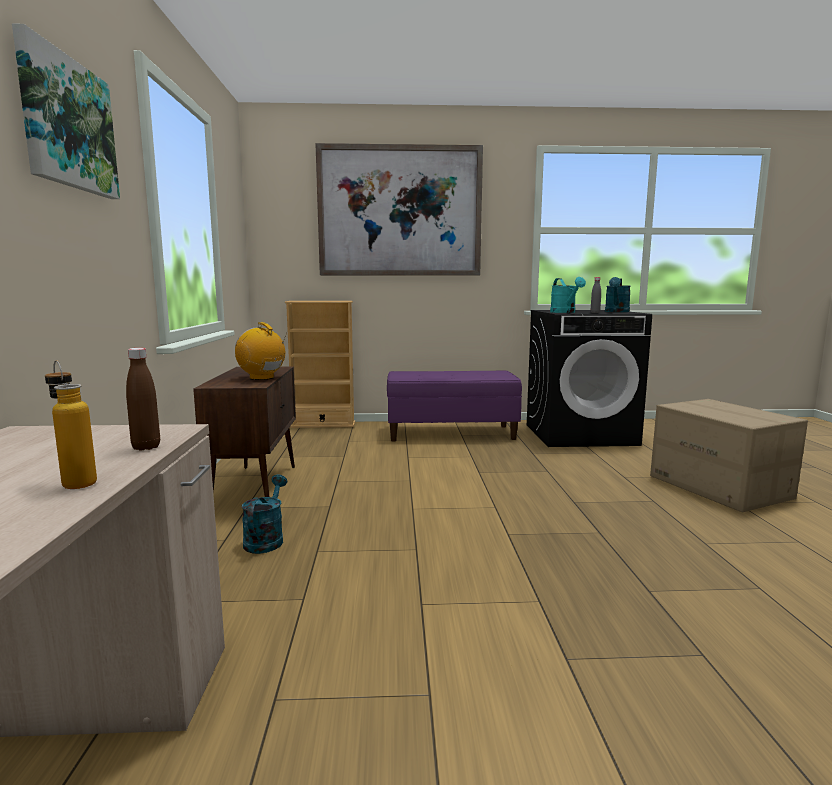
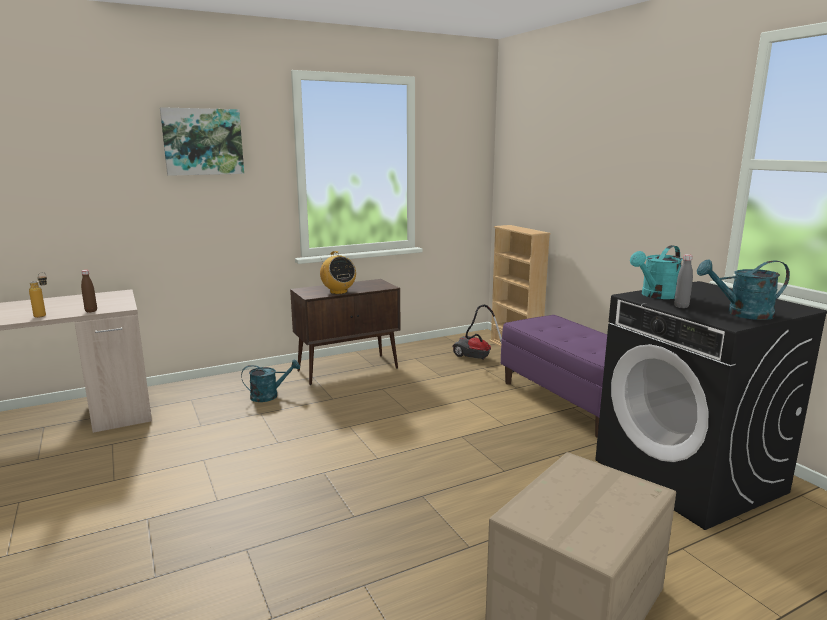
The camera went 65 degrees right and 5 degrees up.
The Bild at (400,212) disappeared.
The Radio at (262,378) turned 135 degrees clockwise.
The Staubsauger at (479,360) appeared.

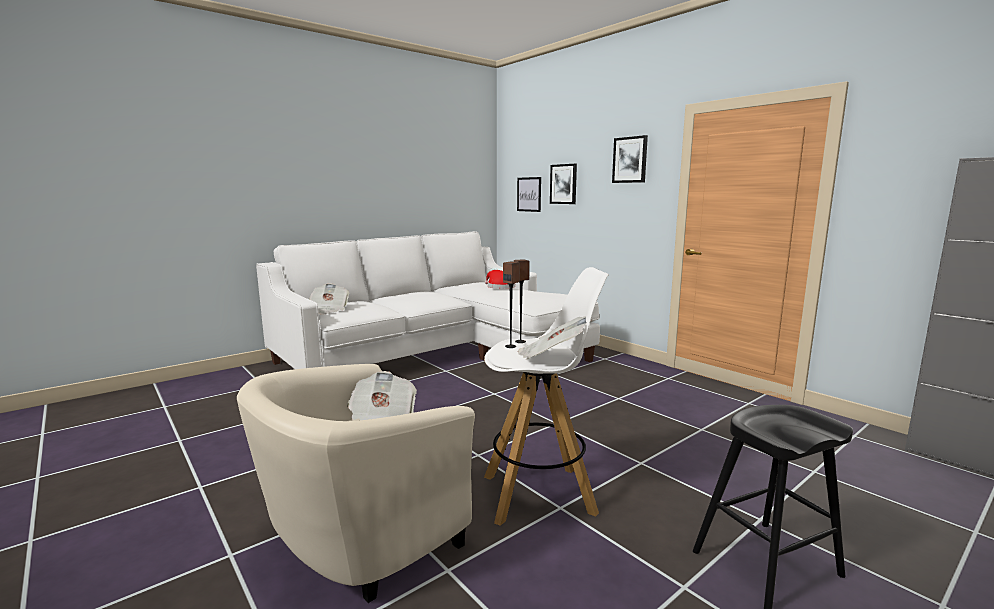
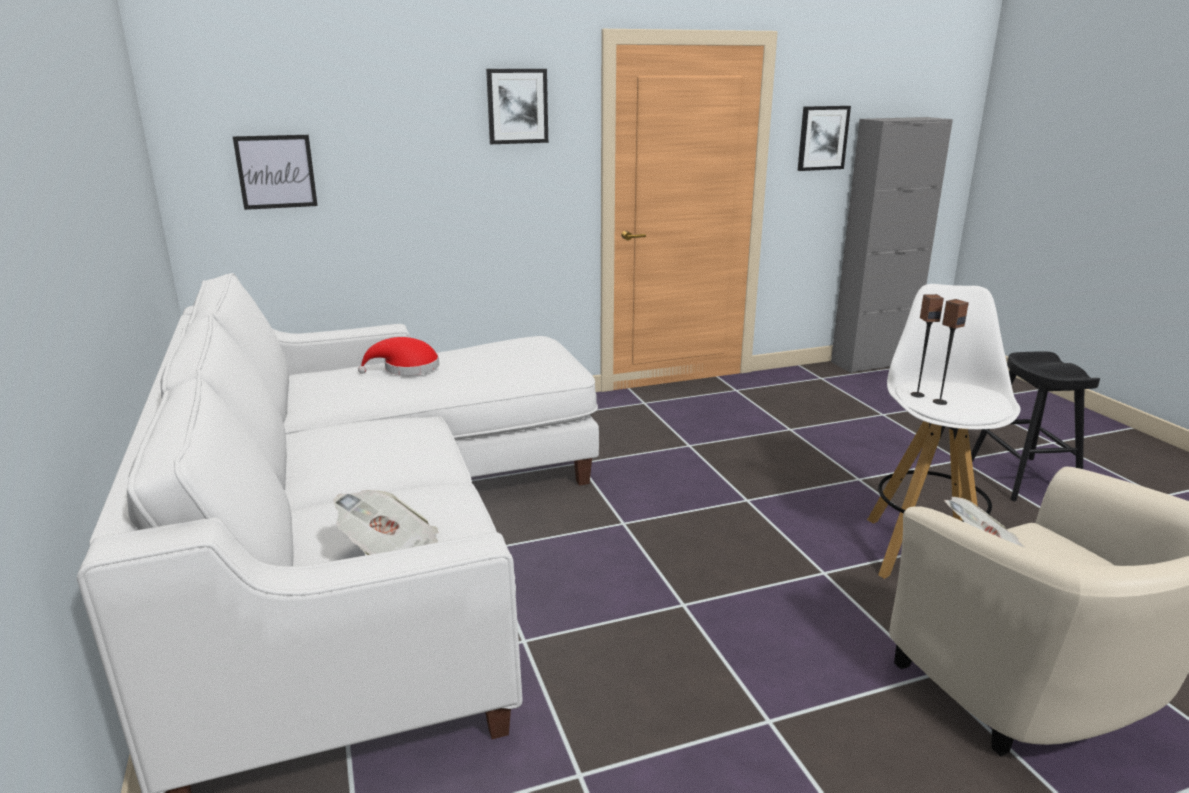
The camera went 70 degrees left and 10 degrees up.
The Bild moved from (563,184) to (822,138).
The Zeitung at (551,356) disappeared.

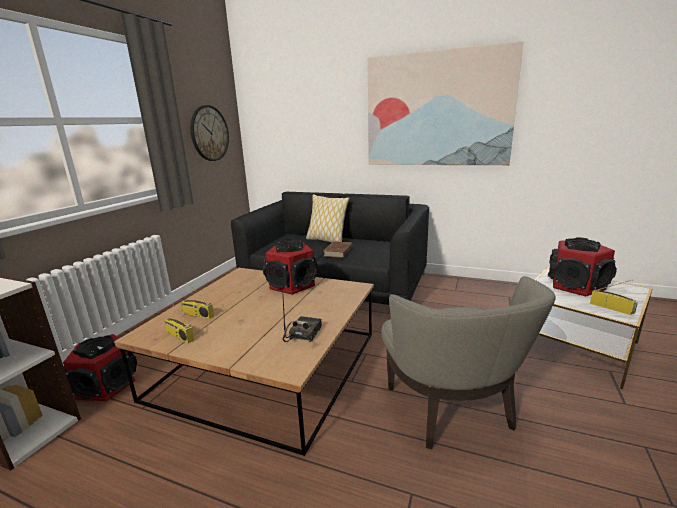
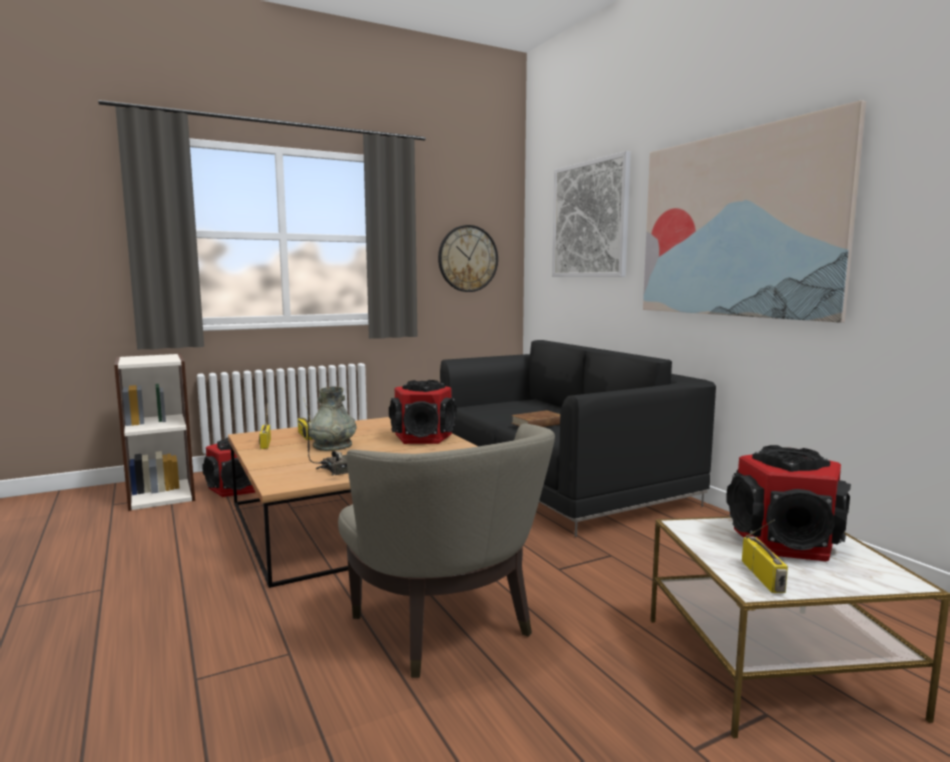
The camera went 40 degrees right and 10 degrees down.
The Kissen at (327,240) disappeared.
The Sessel [beige] at (452,410) turned 60 degrees counterclockwise.
The Bild at (589,220) appeared.
The Vase [grau] at (332,445) appeared.

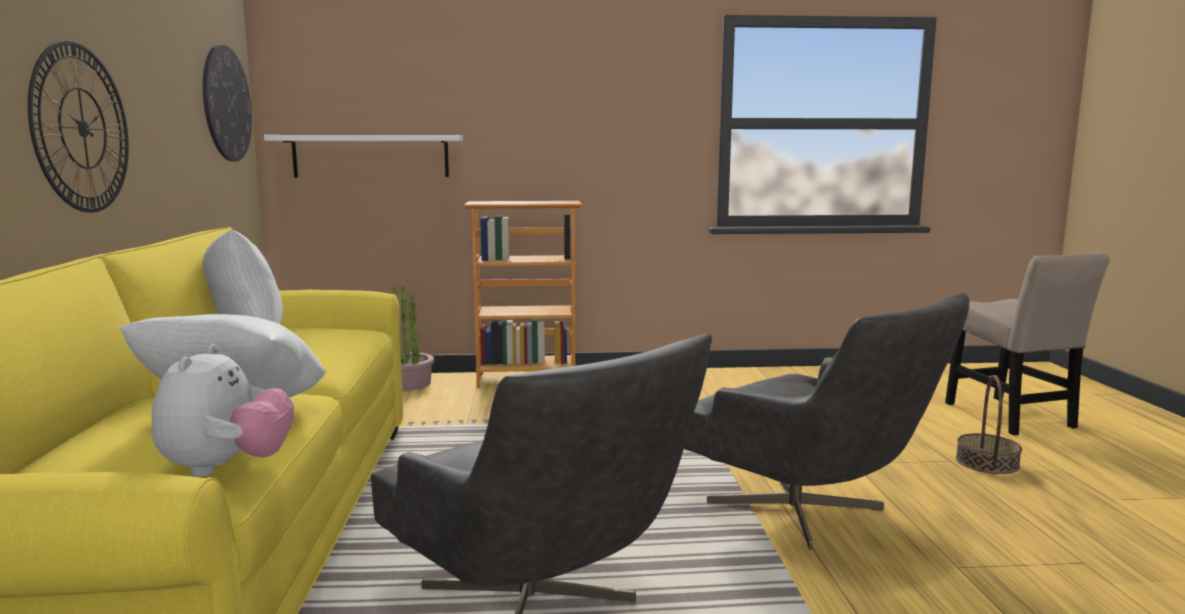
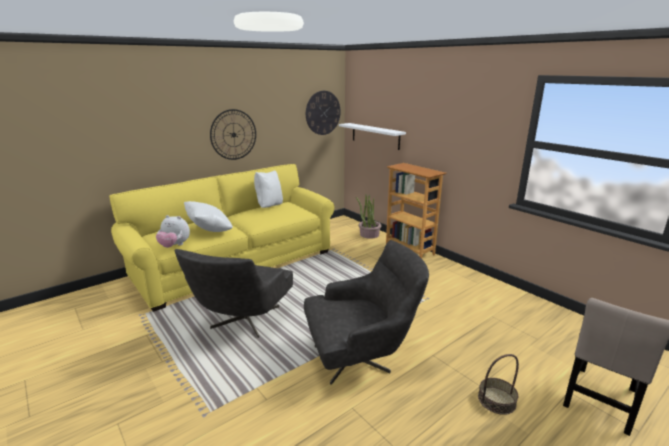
The camera went 55 degrees right and 10 degrees up.
The Sessel [grau] at (812,514) turned 120 degrees counterclockwise.
The Plüschtier at (227,468) turned 45 degrees clockwise.

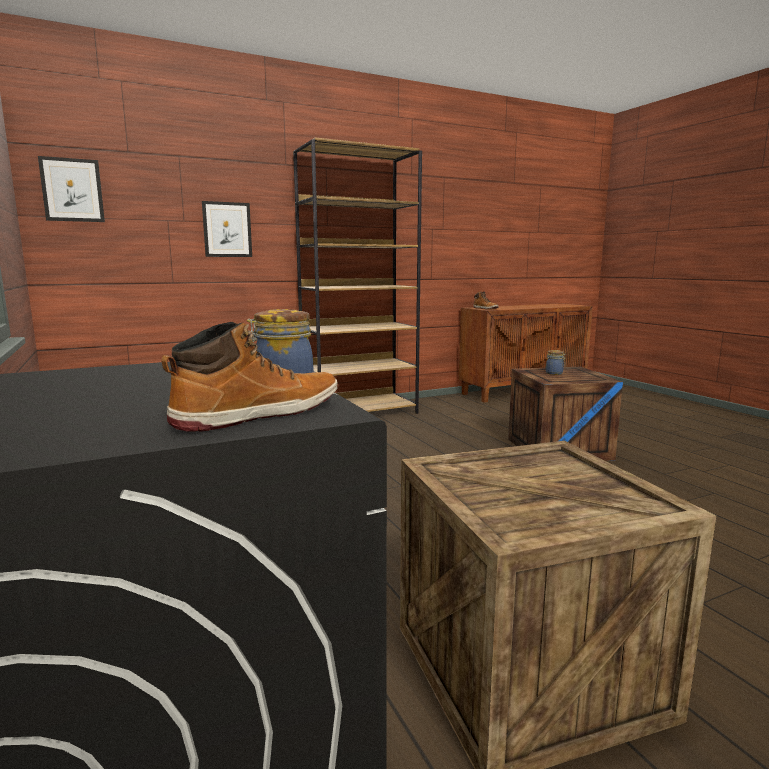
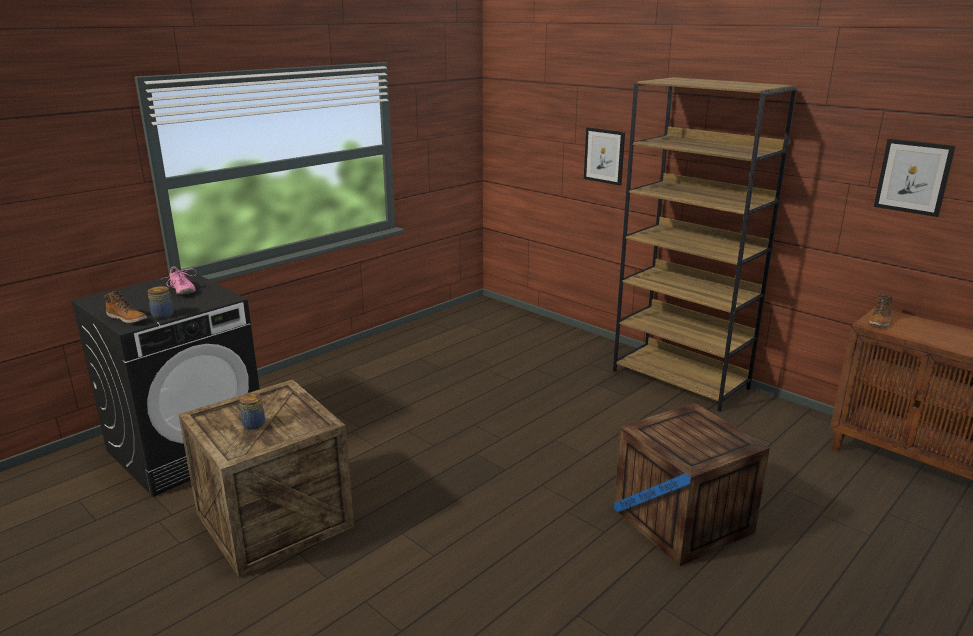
The camera went 70 degrees right and 10 degrees up.
The Bild moved from (72,190) to (913,177).
The Vorratsglas moved from (555,373) to (253,425).
The Schuh [rosa] at (182,290) appeared.

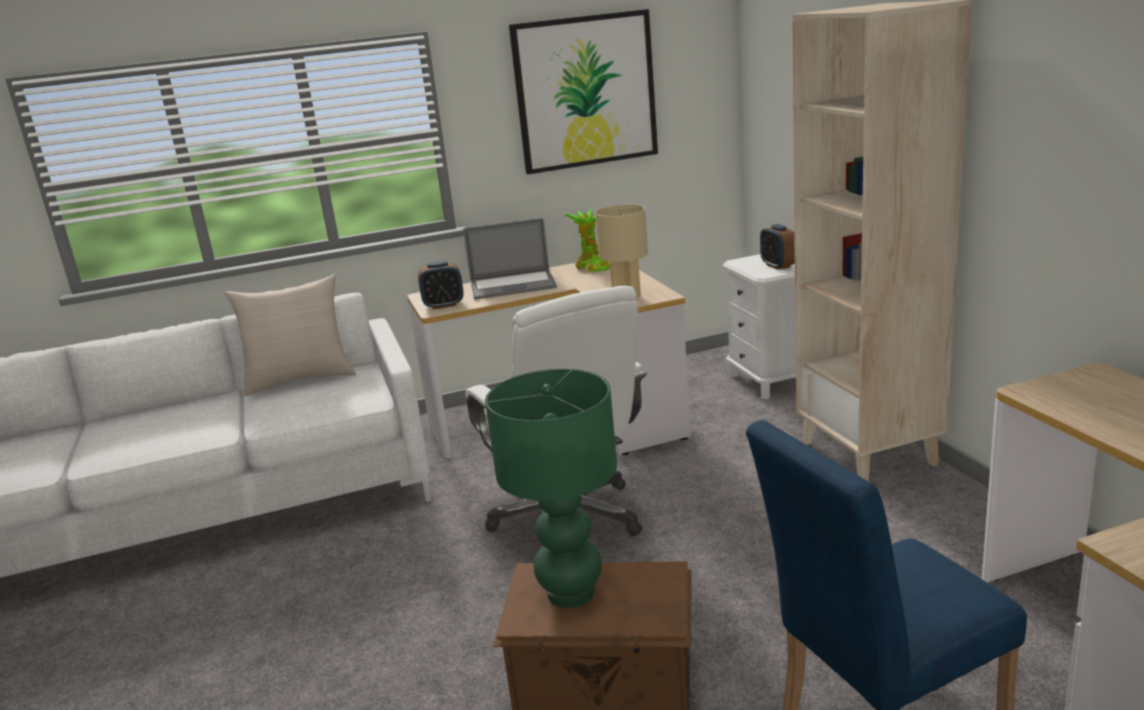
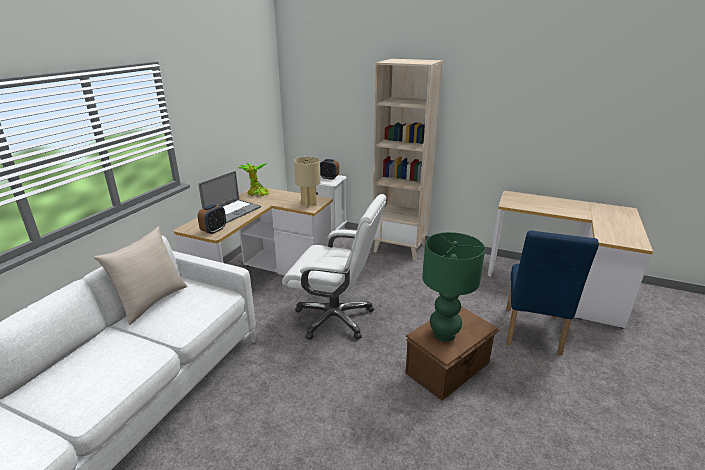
The camera went 50 degrees left and 5 degrees up.
The Bild at (585,91) disappeared.

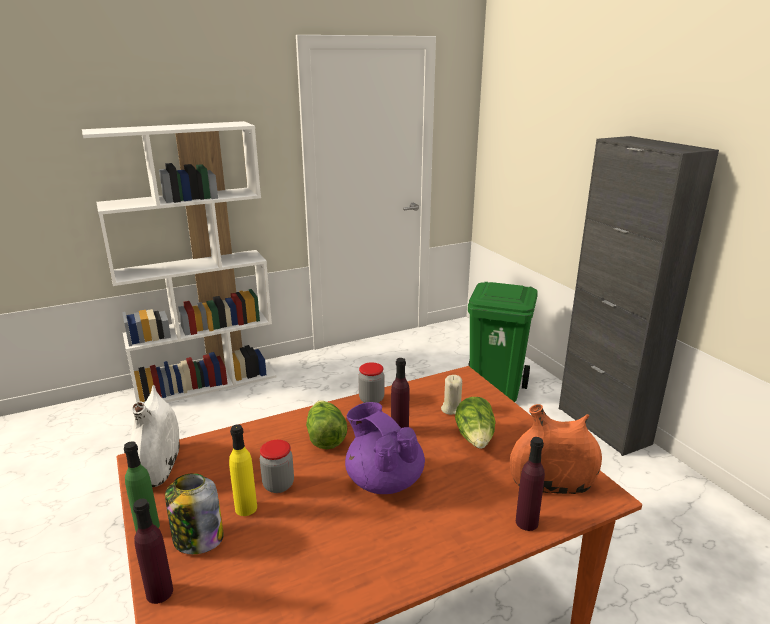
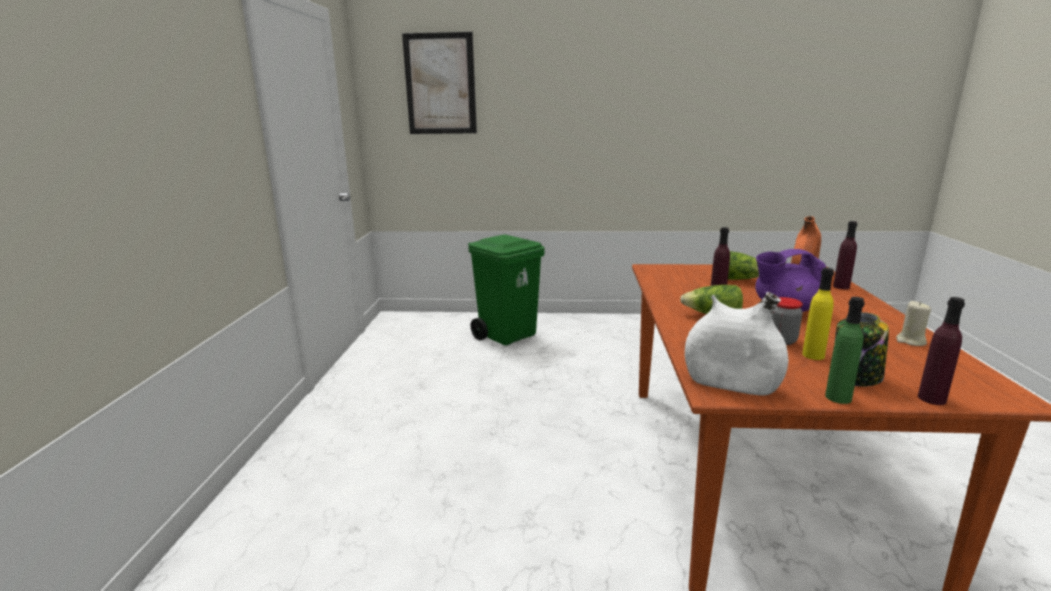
The camera went 60 degrees left and 5 degrees down.
The Bücherregal [weiß] at (207,383) disappeared.
The Schrank [schwarz] at (603,426) disappeared.
The Vorratsglas at (371,399) disappeared.
The Kerze [beige] moved from (451,409) to (910,341).
The Bild at (440,84) appeared.

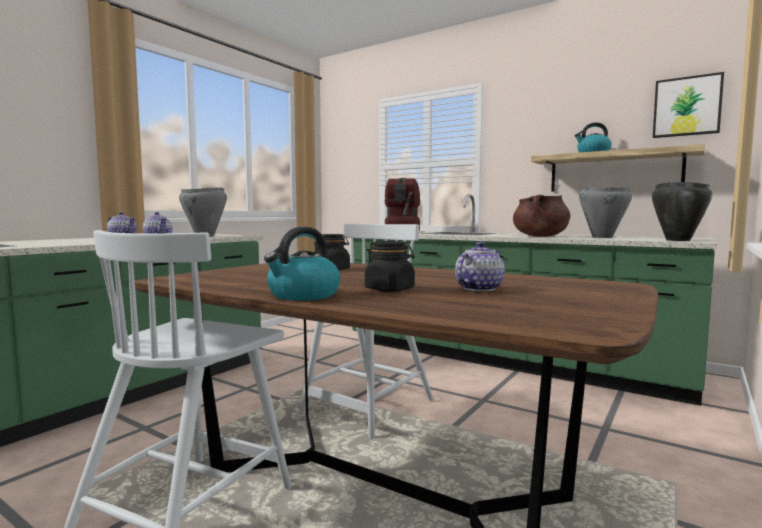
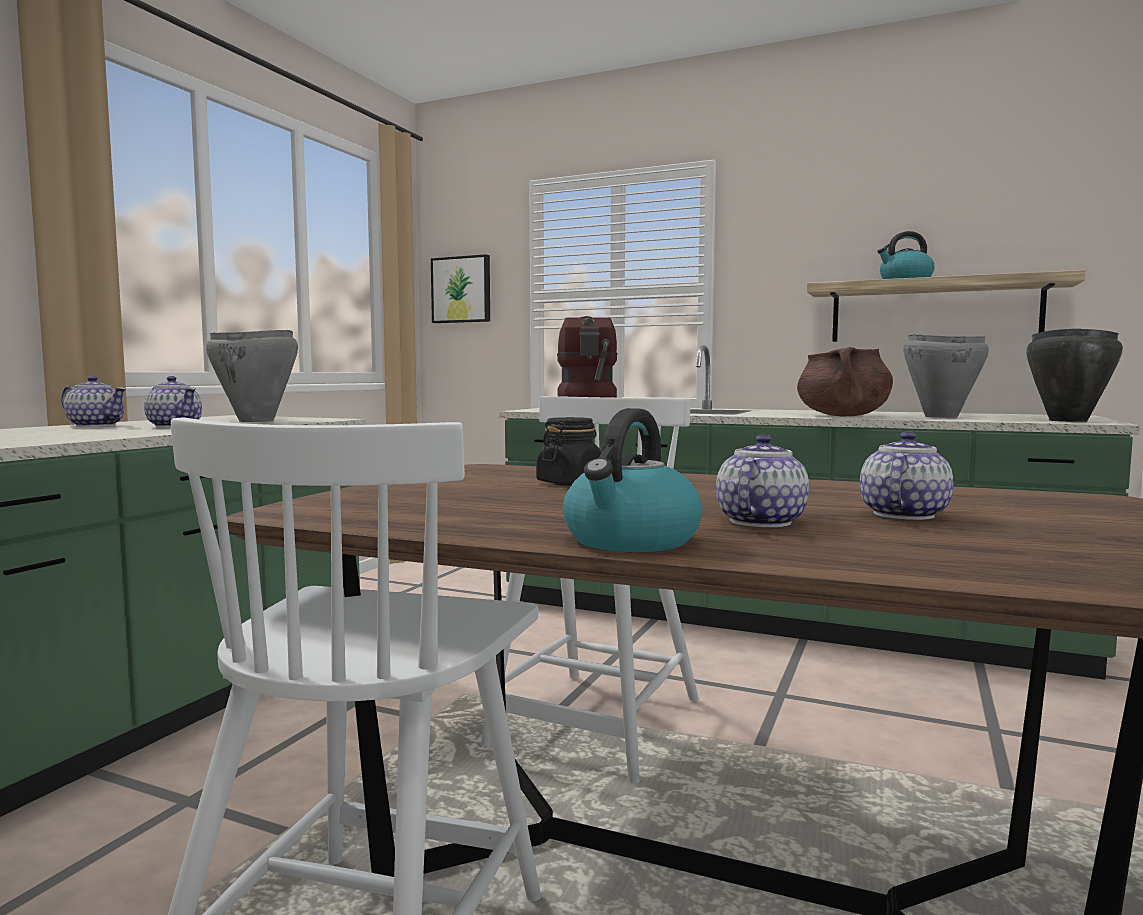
The camera went 10 degrees left and 0 degrees up.
The Bild moved from (687,107) to (462,290).
The Vorratsglas [schwarz] at (390,289) was replaced by the Teekanne at (759,522).

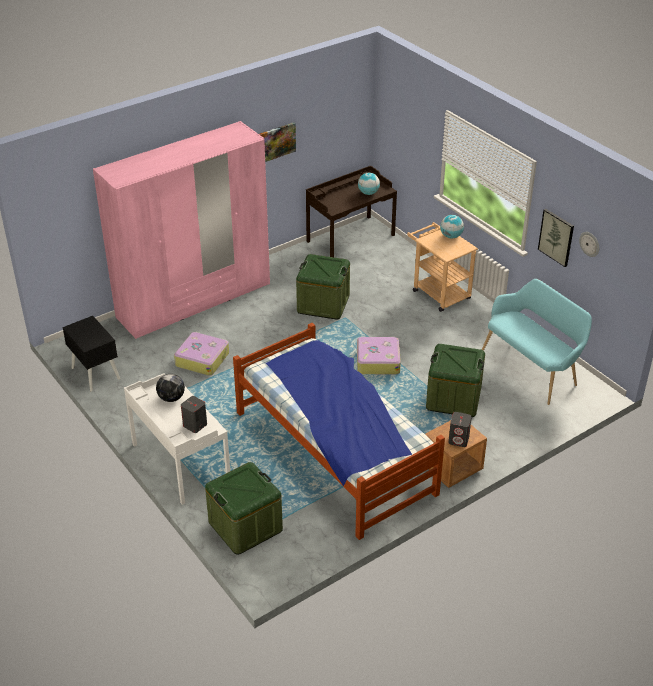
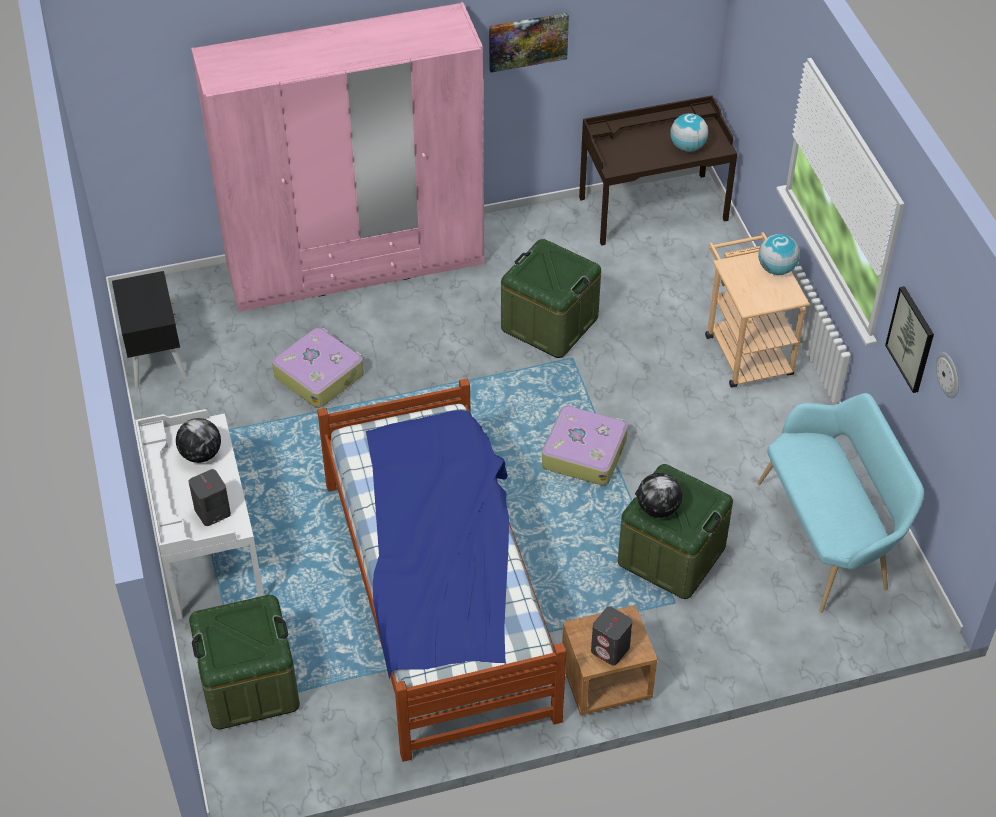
The camera went 20 degrees right and 10 degrees up.
The Globus at (658,509) appeared.

